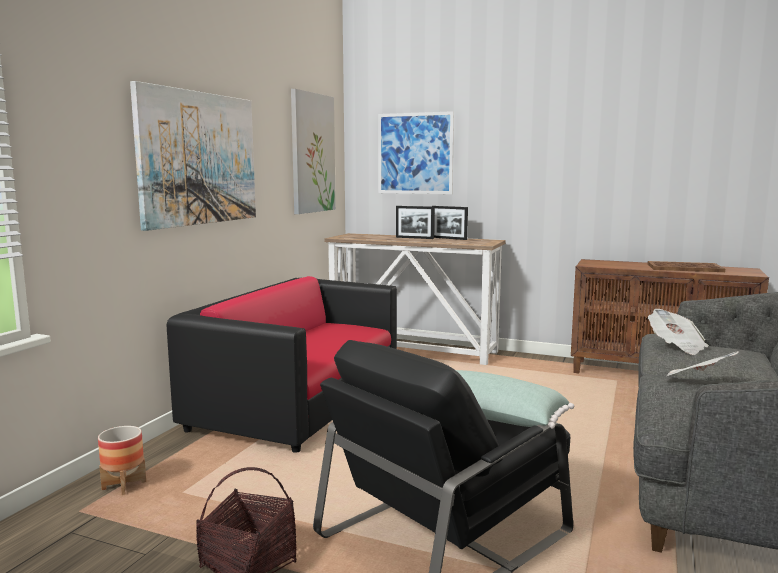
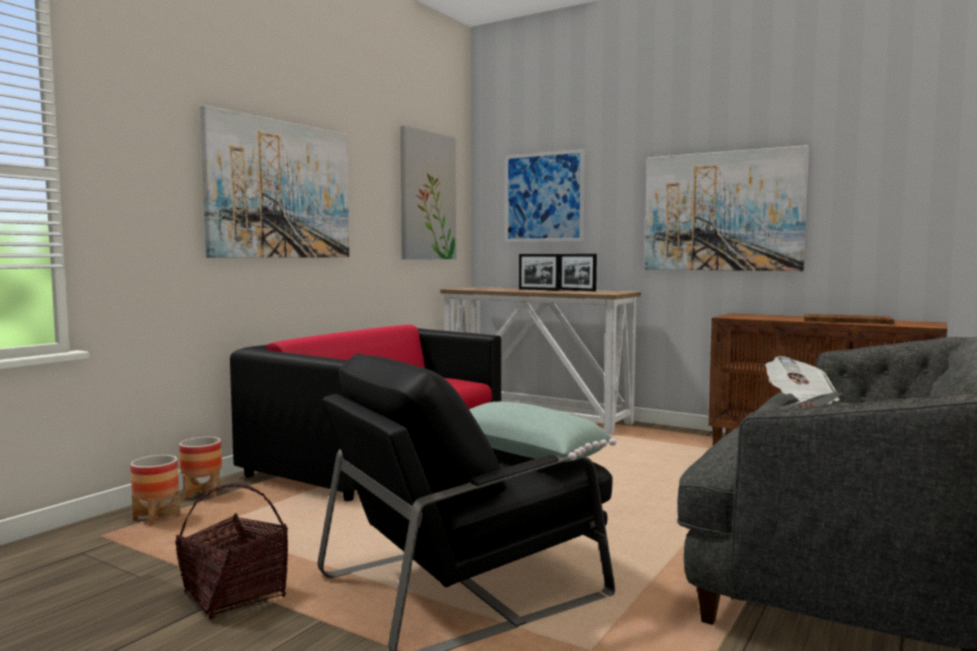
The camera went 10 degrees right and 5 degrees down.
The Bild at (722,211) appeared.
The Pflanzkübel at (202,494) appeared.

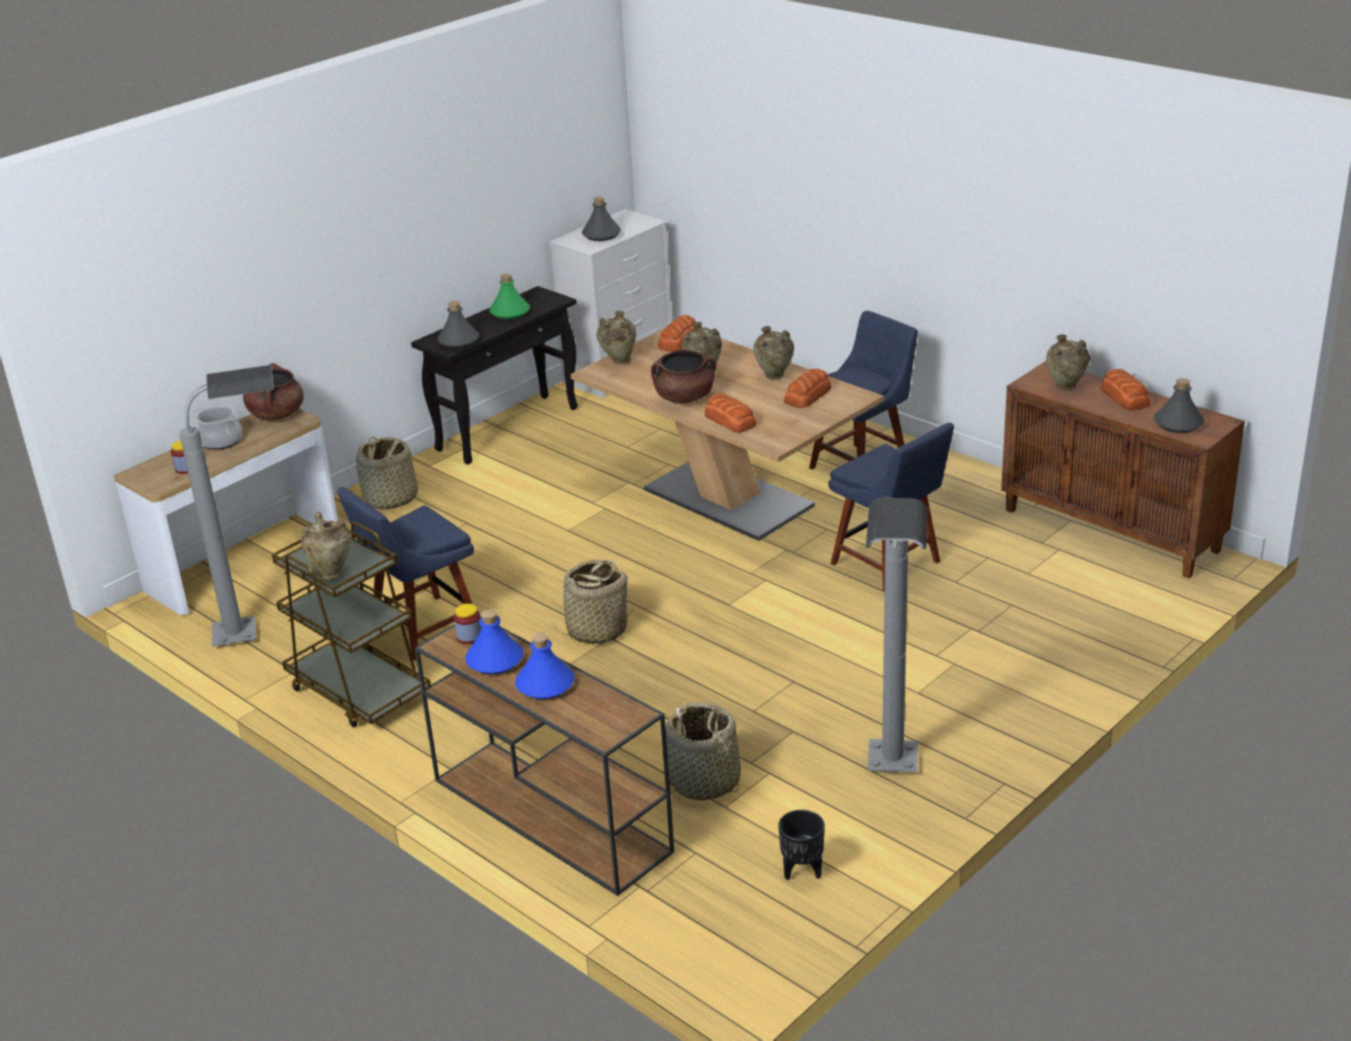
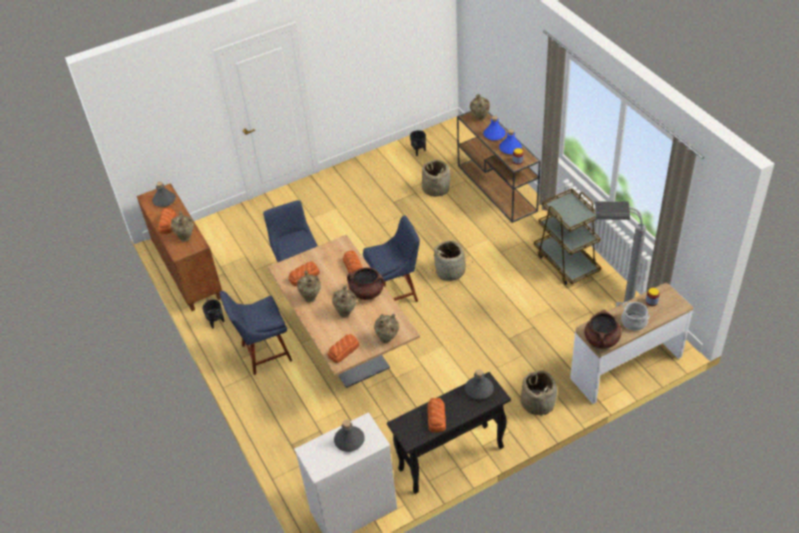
The camera went 160 degrees left and 15 degrees up.
The Flasche [grün] at (510,312) was replaced by the Brot at (436,418).
The Stuhl [blau] moved from (421,629) to (395,292).
The Stehlampe [grau] at (893,783) disappeared.
The Vase [beige] moved from (331,573) to (479,118).
The Pflanzkübel [schwarz] at (216,322) appeared.

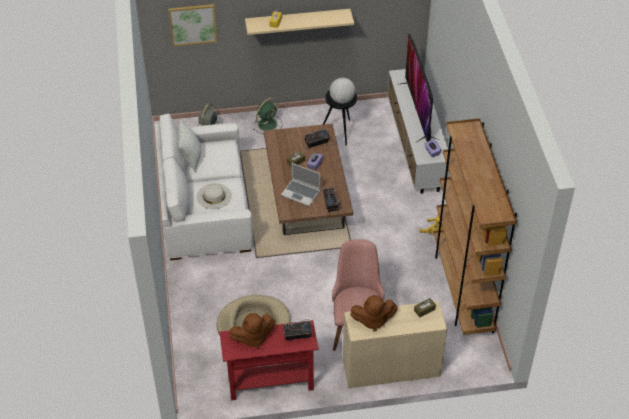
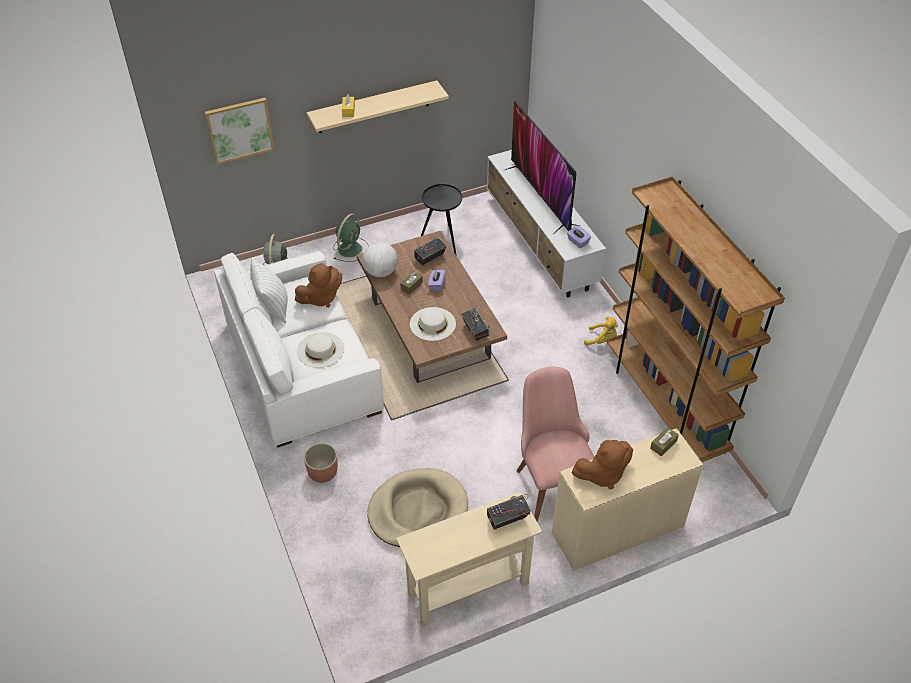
The camera went 15 degrees left and 0 degrees up.
The Globus moved from (342,100) to (381,272).
The Laptop at (301,193) was replaced by the Hut [weiß] at (432,324).
The Plüschtier [braun] moved from (253,338) to (321,298).
The Konsolentisch [rot] at (270,383) became the Konsolentisch [beige] at (468,589).
The Pflanzkübel at (322,472) appeared.

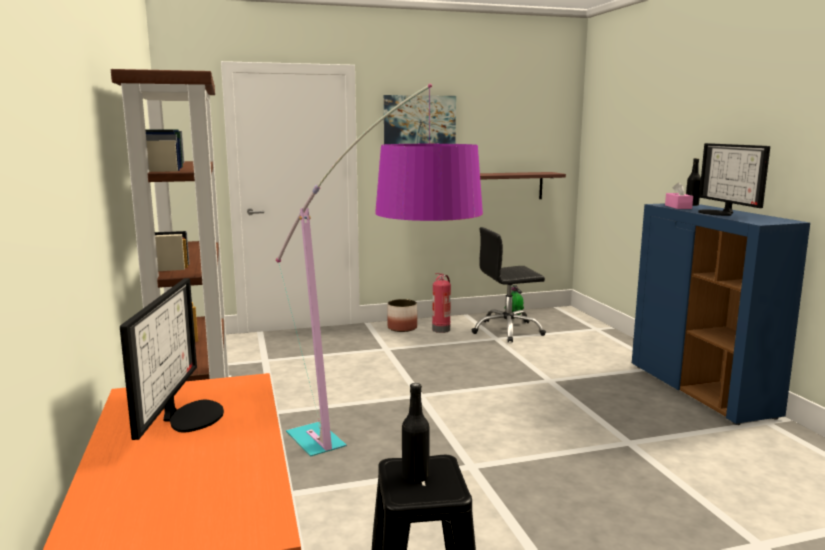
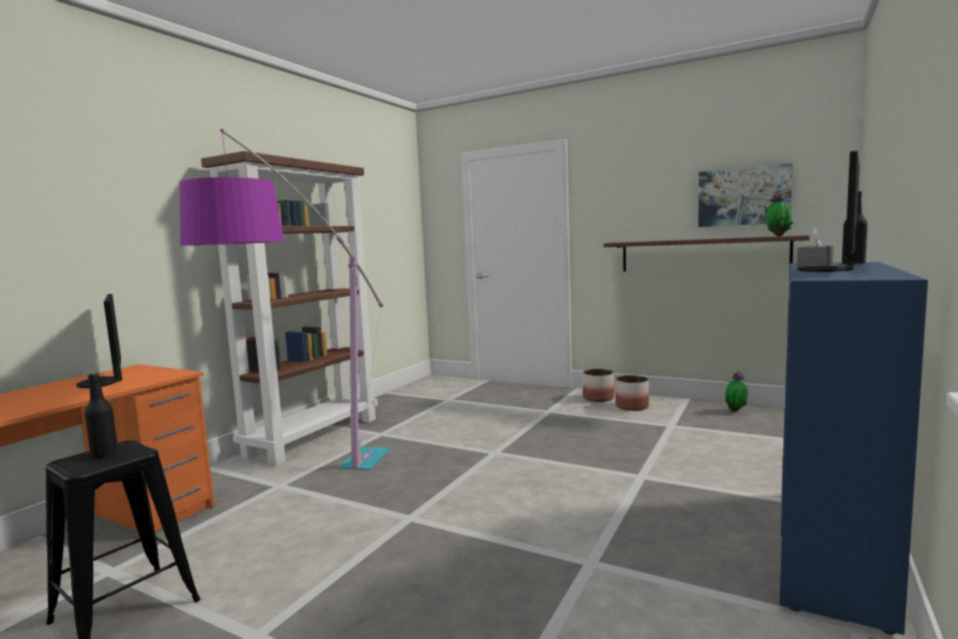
The camera went 45 degrees right and 5 degrees down.
The Bild moved from (419,121) to (743,196).
The Taschentuchbox [rosa] at (678,207) became the Taschentuchbox [grau] at (815,265).
The Bürostuhl [schwarz] at (507,331) disappeared.
The Feuerlöscher at (441,329) was replaced by the Pflanzkübel at (632,406).
The Monitor at (188,416) turned 105 degrees clockwise.
The Topfpflanze at (778,236) appeared.

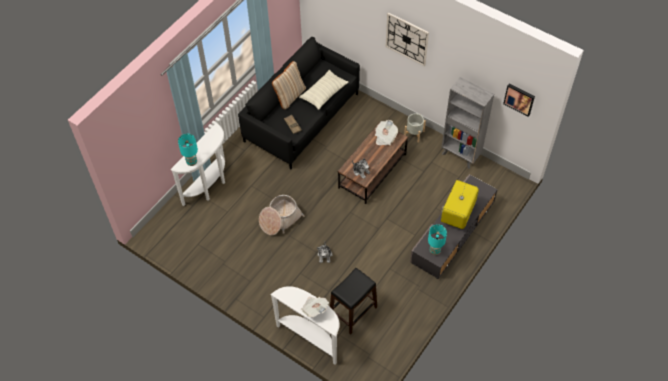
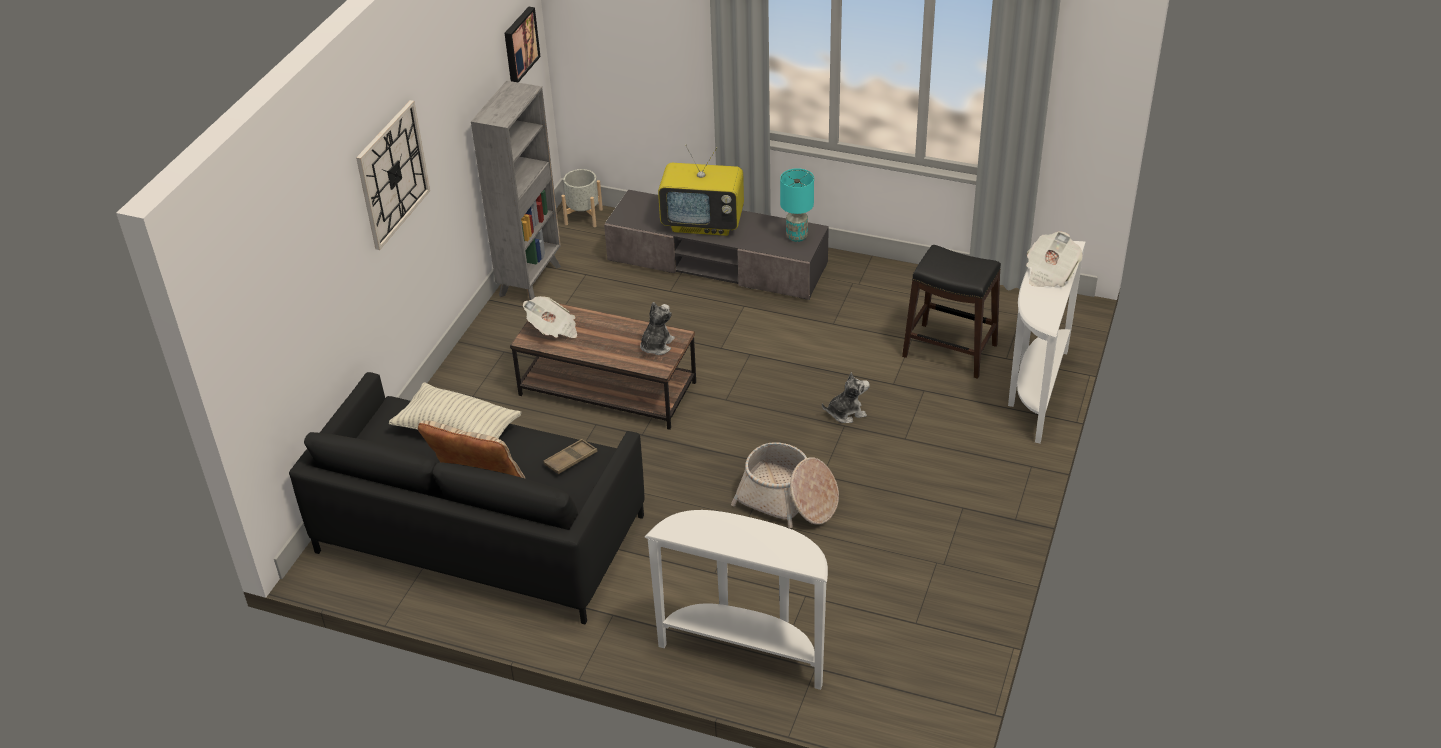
The camera went 105 degrees left and 15 degrees down.
The Pflanzkübel [grau] moved from (414,134) to (583,217).
The Tischlampe [türkis] at (191,162) disappeared.

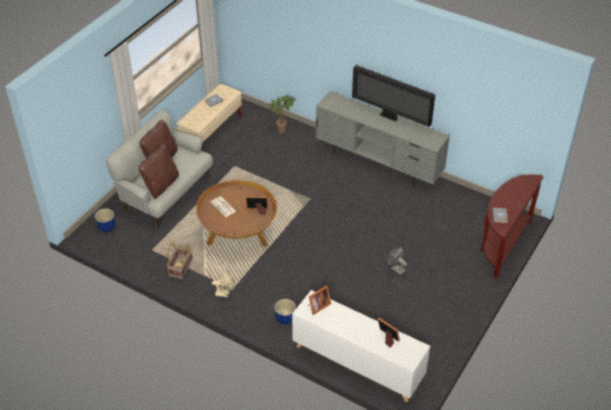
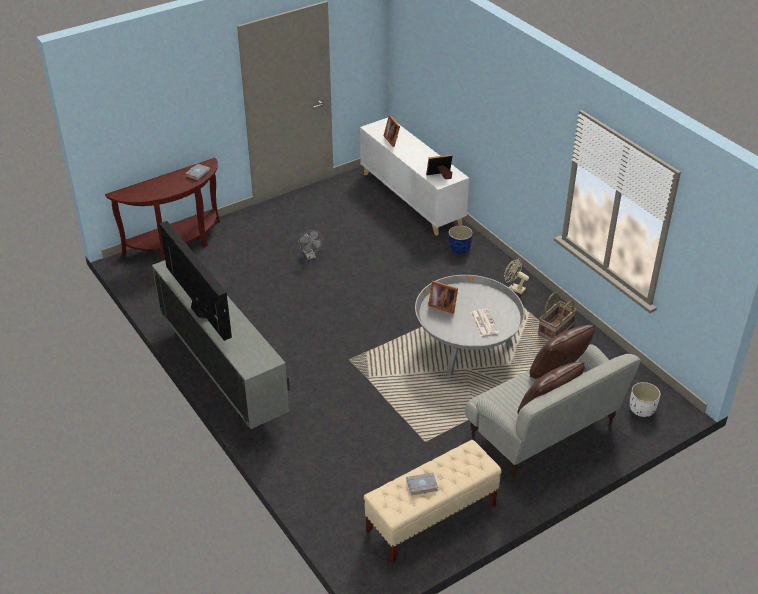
The camera went 155 degrees left and 5 degrees down.
The Topfpflanze at (282,129) disappeared.
The Couchtisch [braun] at (238,233) became the Couchtisch [grau] at (466,347).
The Pflanzkübel [blau] at (107,226) became the Pflanzkübel [weiß] at (641,410).

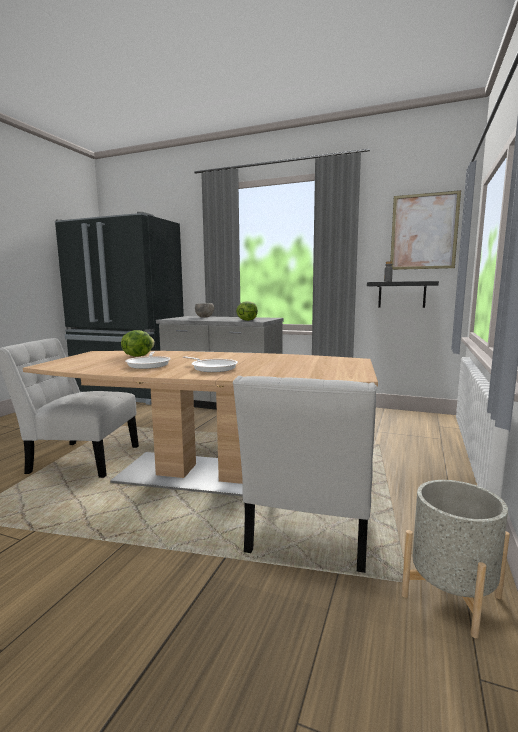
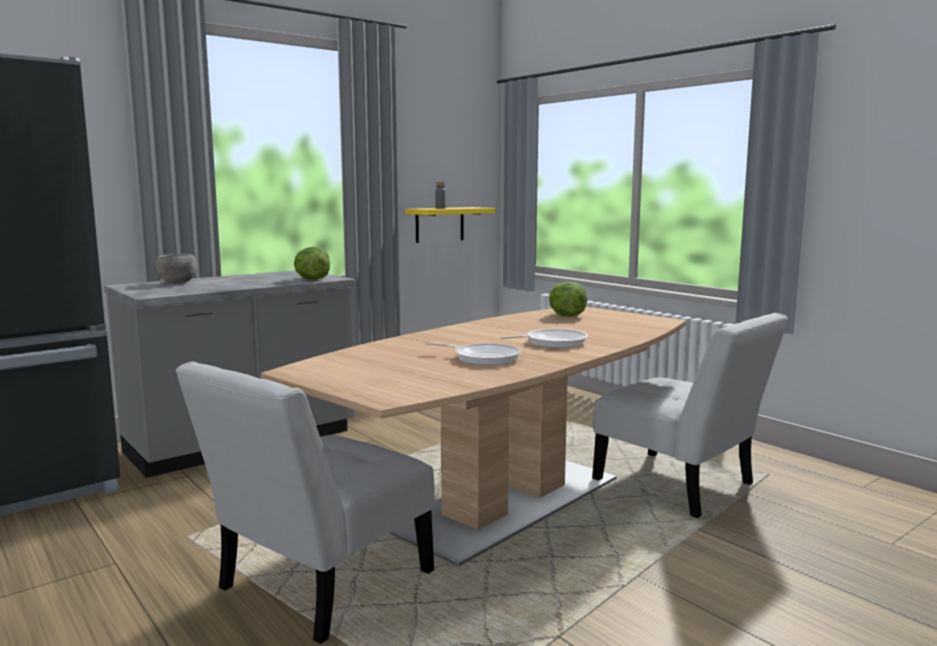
The camera went 60 degrees left and 0 degrees up.
The Bild at (423,231) disappeared.
The Wandregal [schwarz] at (401,294) became the Wandregal [gelb] at (439,224).
The Salatkopf moved from (138,356) to (566,316).
The Pflanzkübel [grau] at (451,596) disappeared.

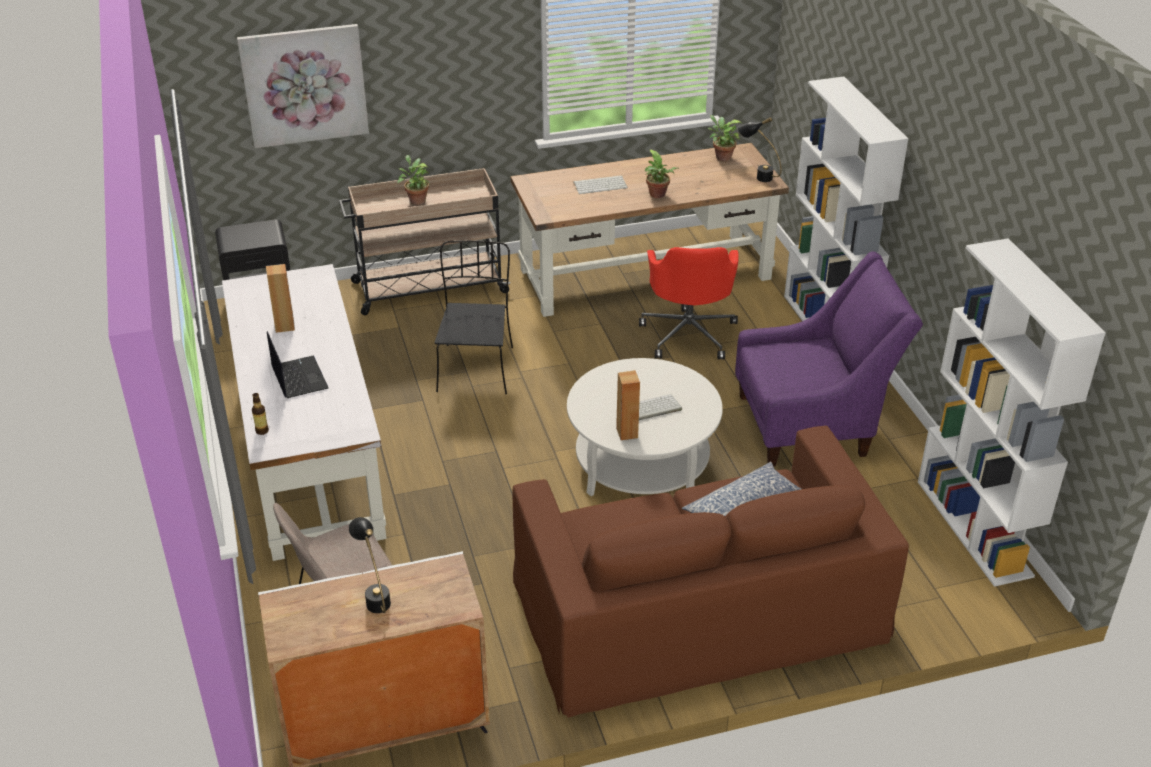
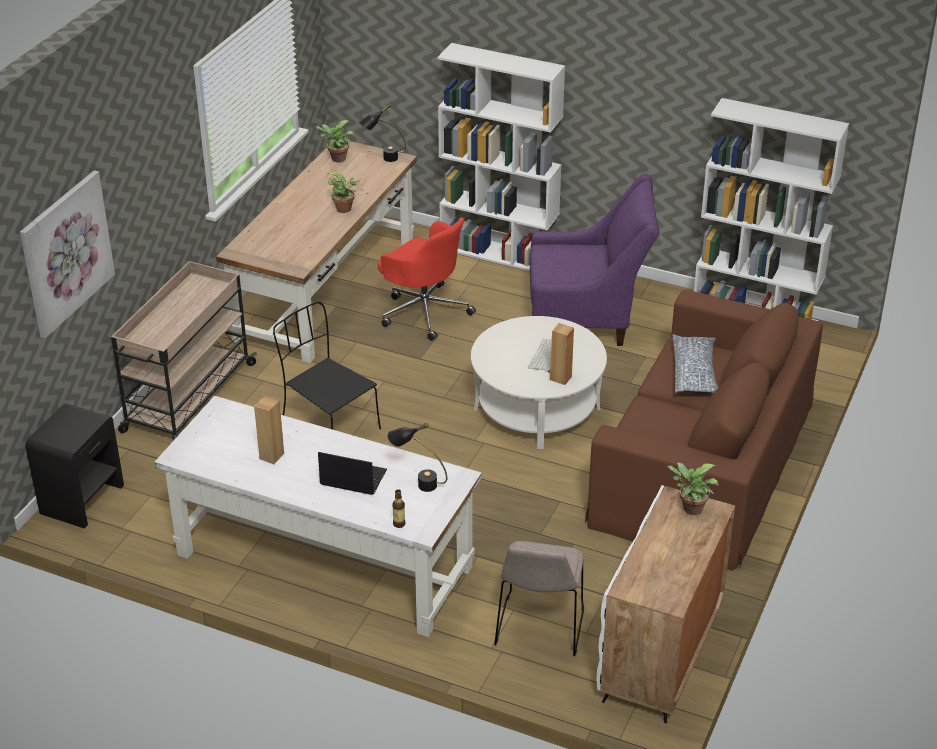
The camera went 50 degrees left and 0 degrees up.
The Topfpflanze moved from (416,200) to (690,509).
The Tastatur at (600,185) disappeared.
The Sessel [lila] at (813,424) turned 60 degrees clockwise.
The Tischlampe [schwarz] moved from (375,596) to (418,483).

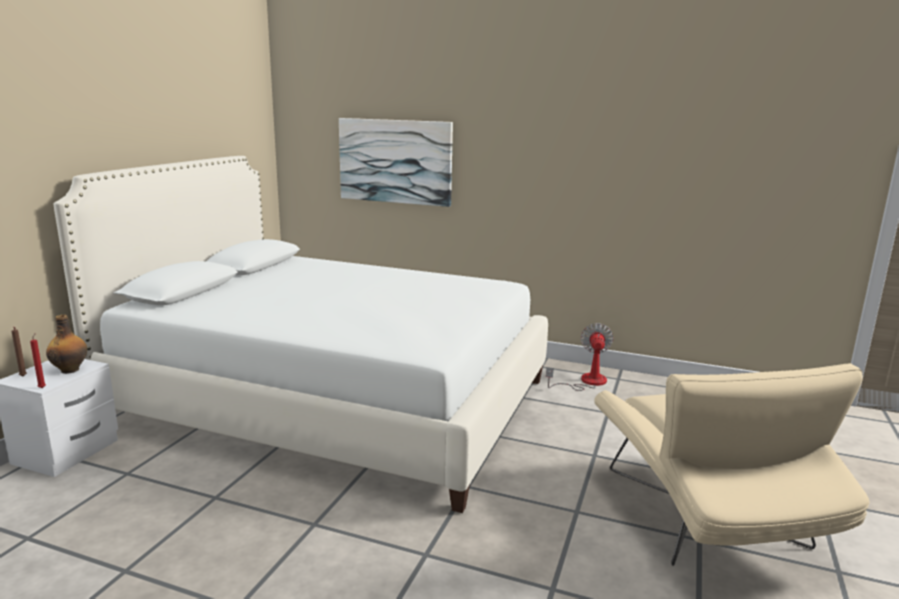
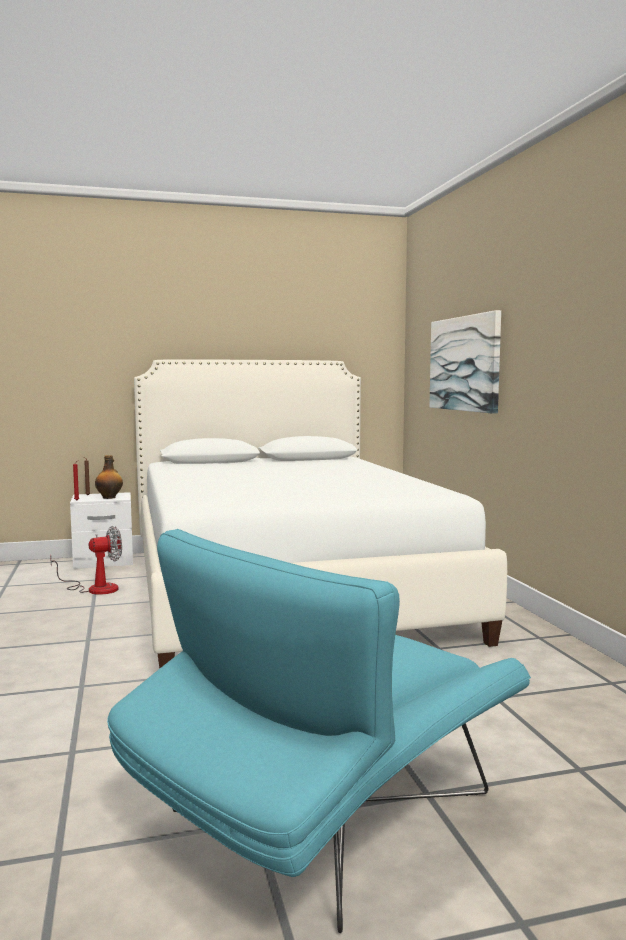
The camera went 55 degrees right and 10 degrees down.
The Ventilator moved from (586,382) to (95,588).
The Sessel [beige] at (707,517) became the Sessel [türkis] at (320,818).

